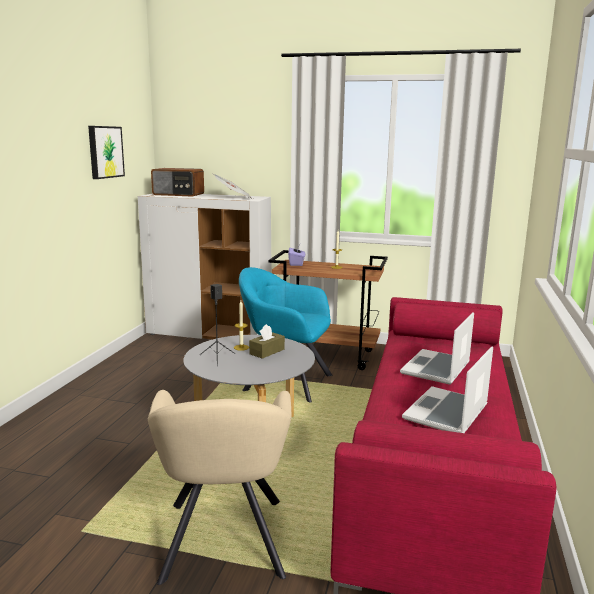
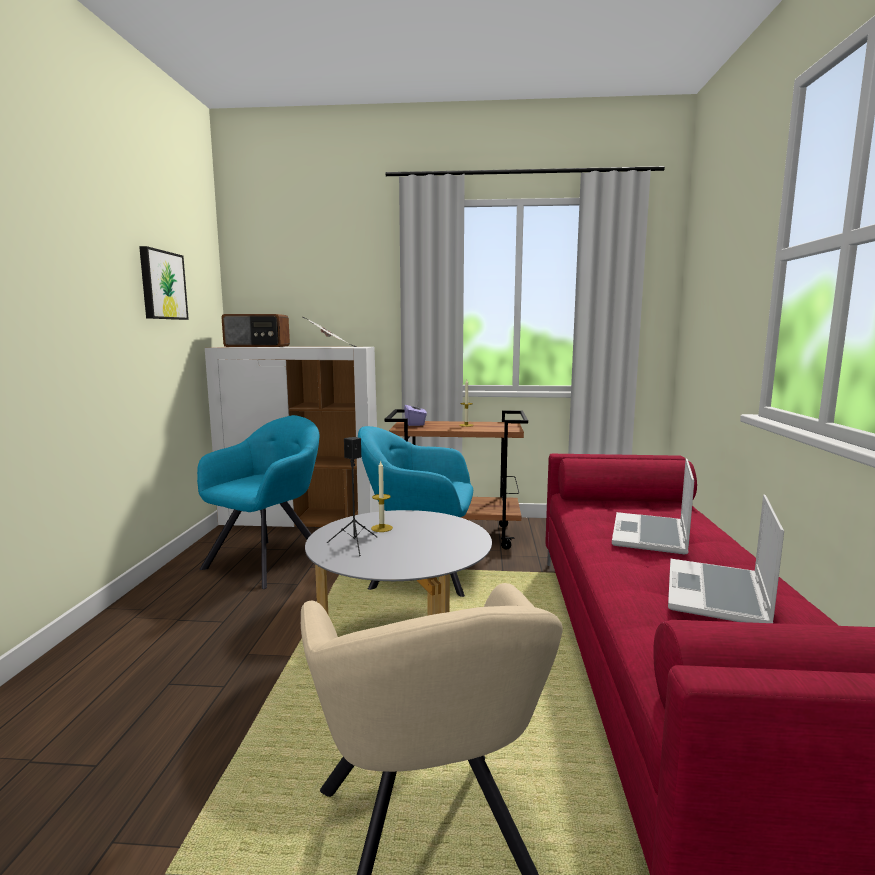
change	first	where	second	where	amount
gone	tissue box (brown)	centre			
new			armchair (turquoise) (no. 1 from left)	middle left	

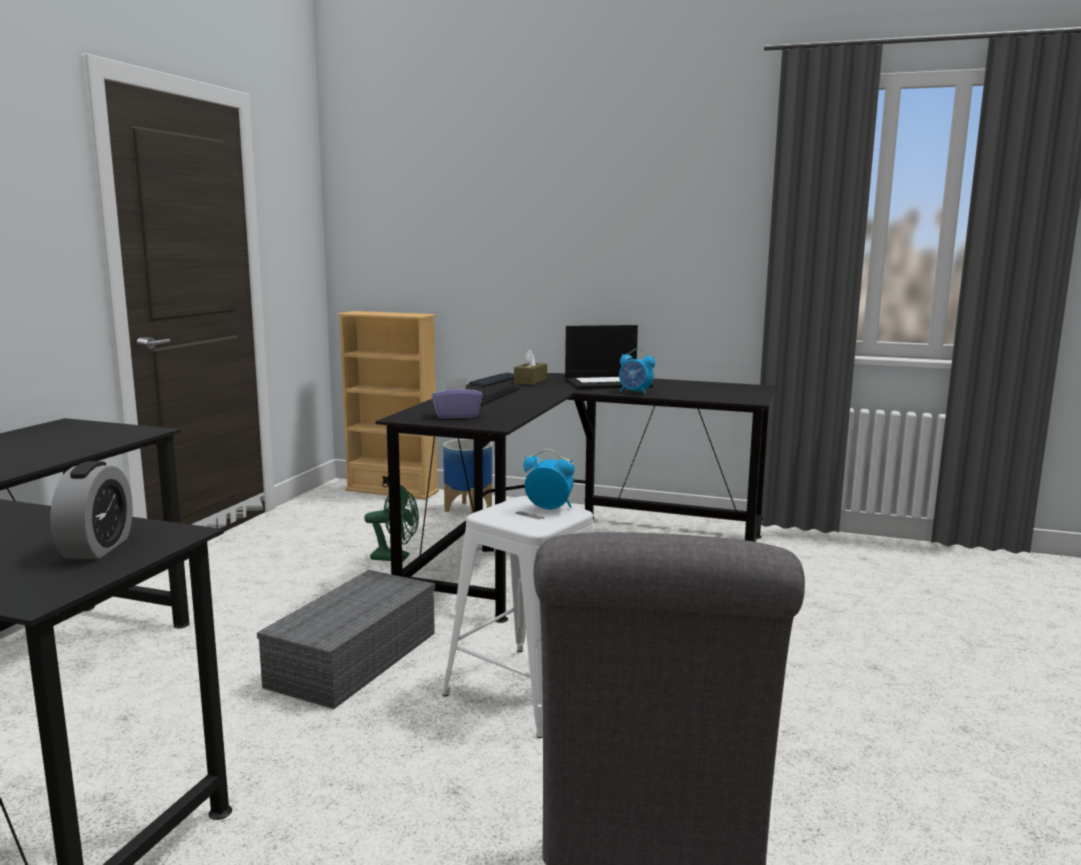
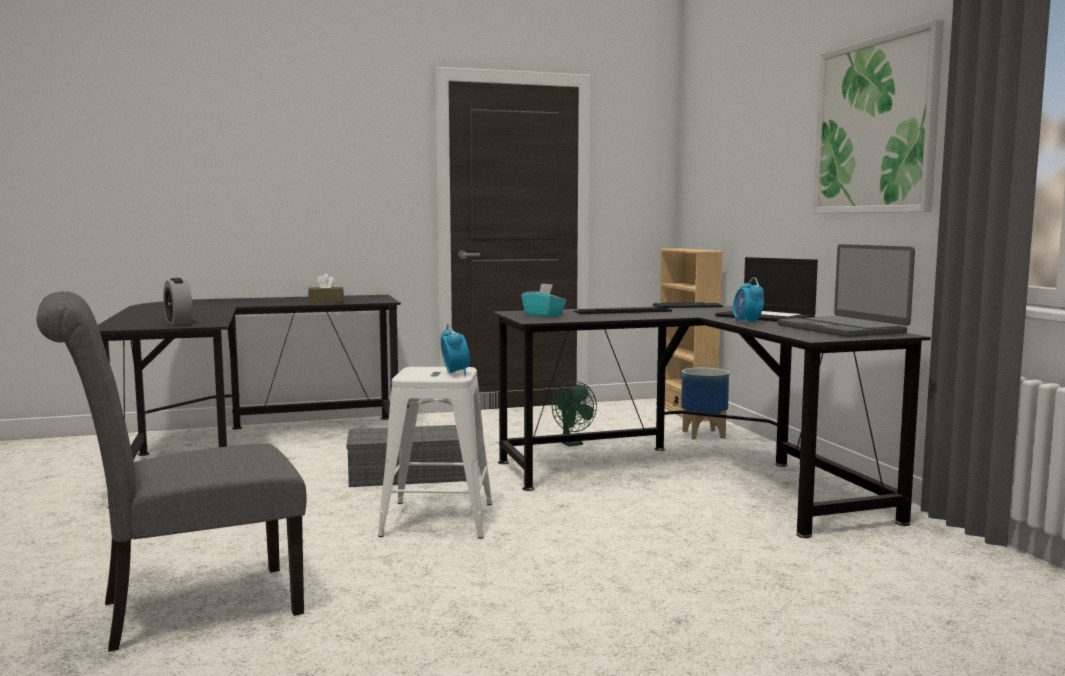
change	first	where	second	where	amount
rotated	alarm clock (no. 1 from left)	middle left		middle left	90 degrees clockwise
repainted	tissue box (purple)	centre	tissue box (turquoise)	centre	
shifted	tissue box (brown)	centre		middle left	
new			laptop (no. 2 from left)	middle right	
new			picture	top right	

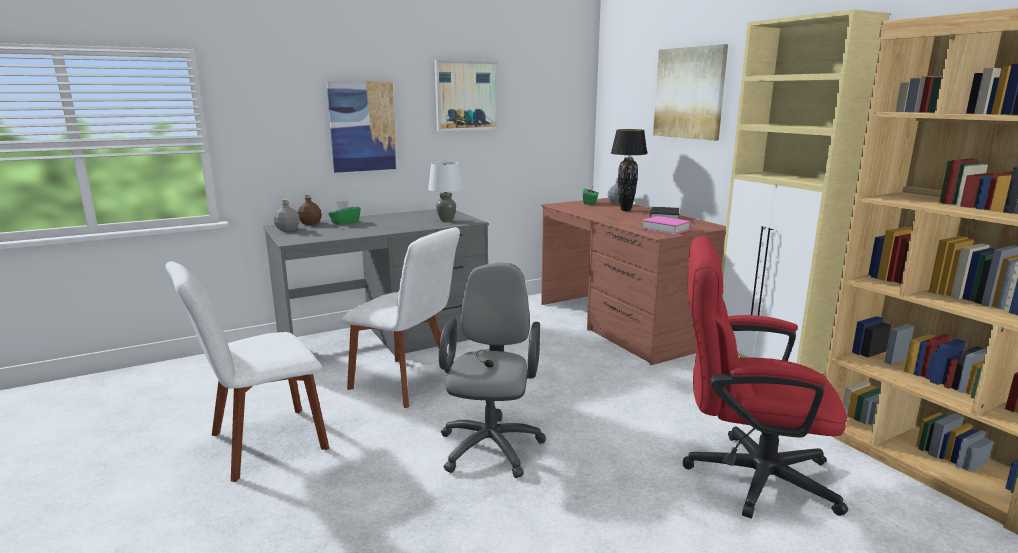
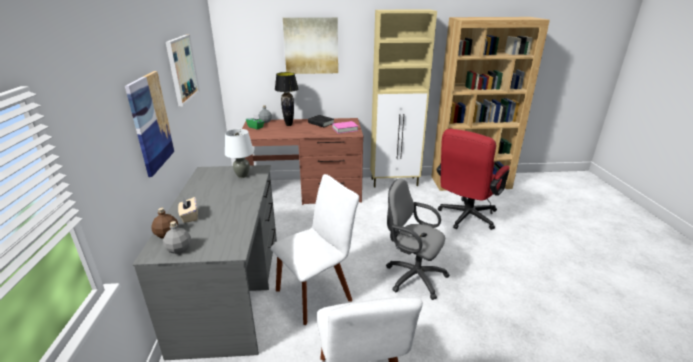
change	first	where	second	where	amount
repainted	tissue box (green) (no. 1 from left)	centre	tissue box (beige)	middle left	

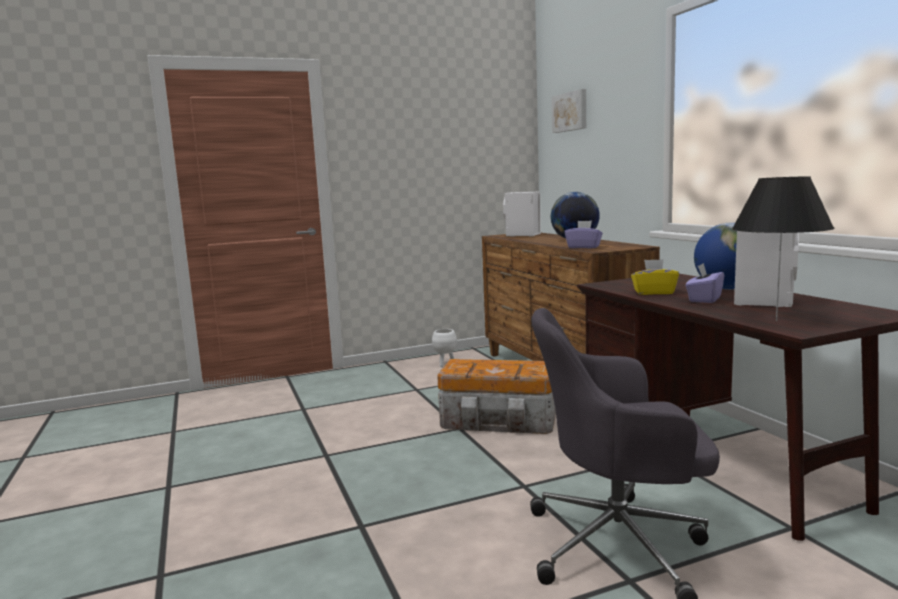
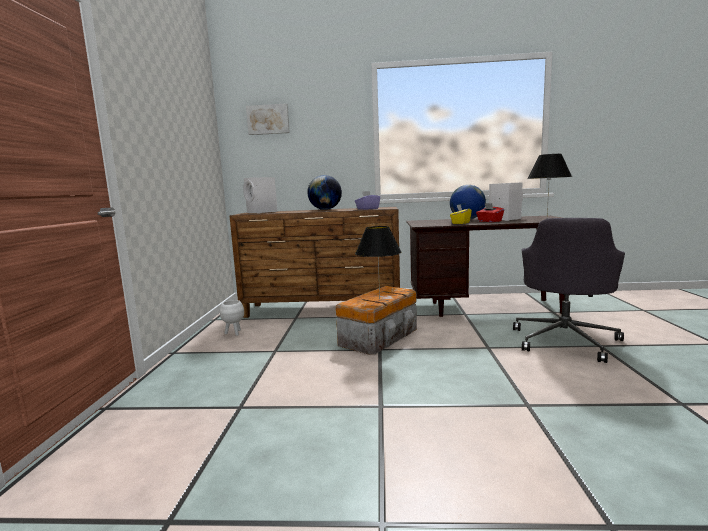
change	first	where	second	where	amount
repainted	tissue box (purple) (no. 2 from left)	middle right	tissue box (red)	middle right	
new			table lamp (black) (no. 1 from left)	centre	

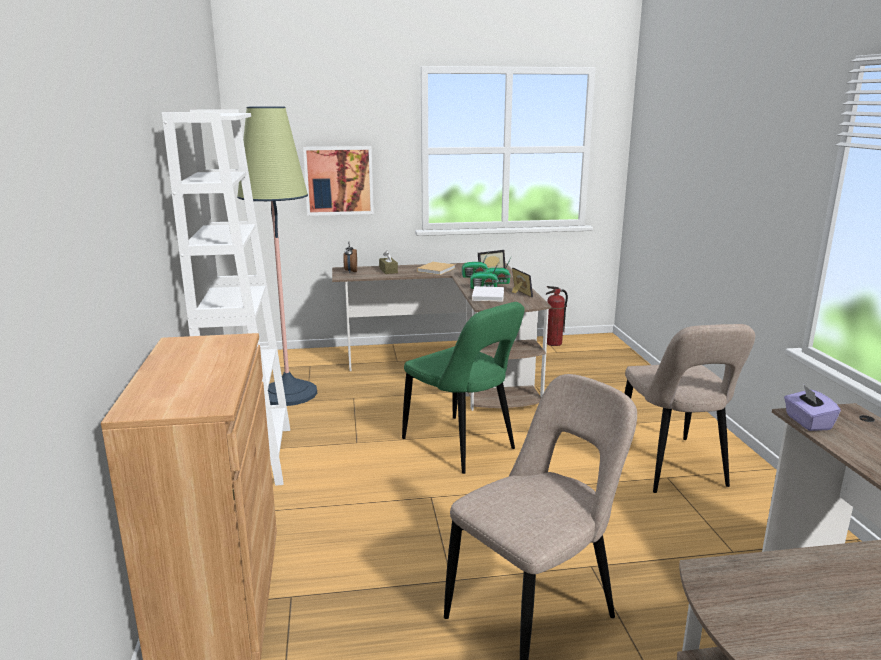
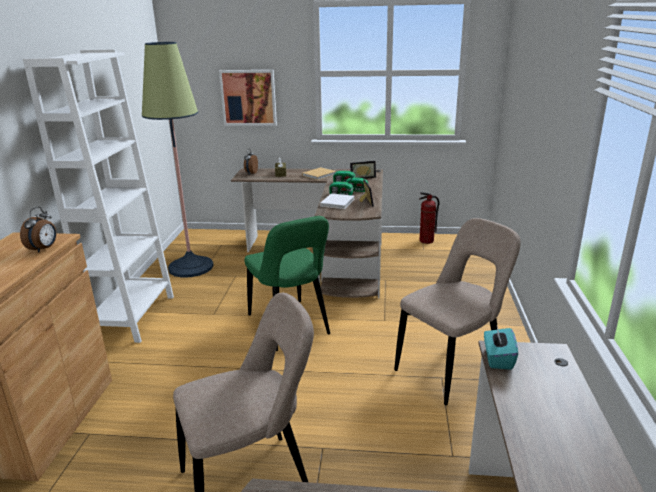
change	first	where	second	where	amount
rotated	chair (beige) (no. 2 from left)	middle right		middle right	135 degrees counterclockwise
repainted	tissue box (purple)	middle right	tissue box (turquoise)	bottom right	
new			alarm clock (no. 1 from left)	middle left	

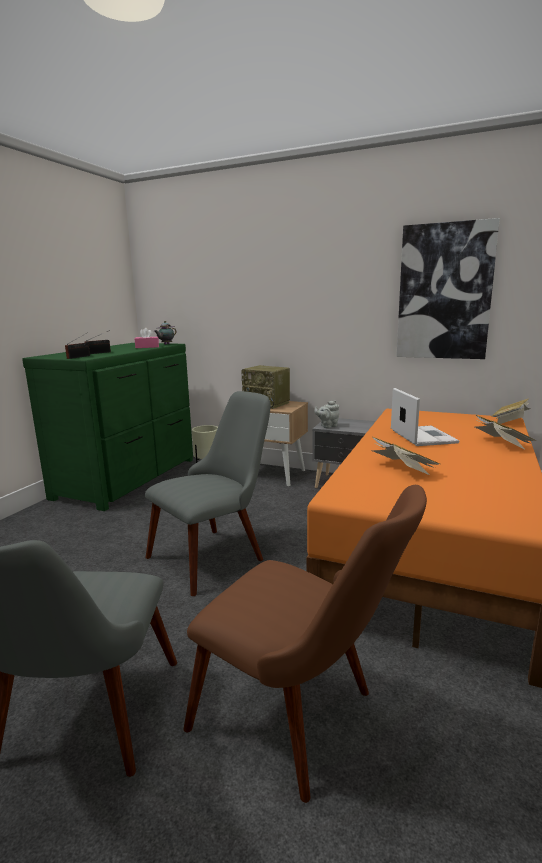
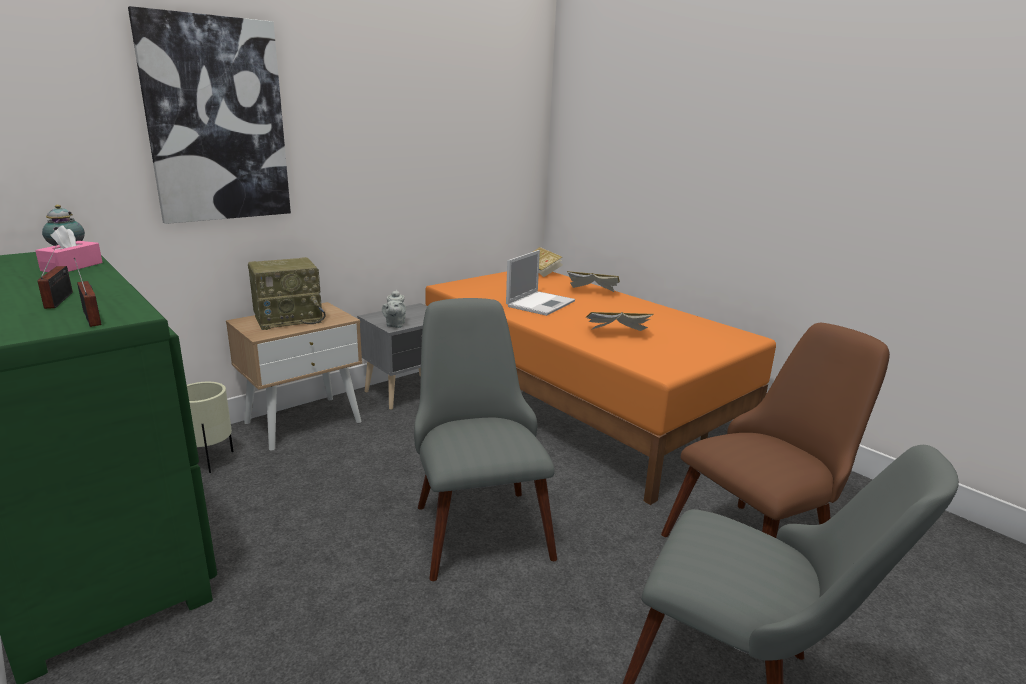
change	first	where	second	where	amount
rotated	laptop	middle right		centre	105 degrees clockwise
shifted	picture	middle right		top left	

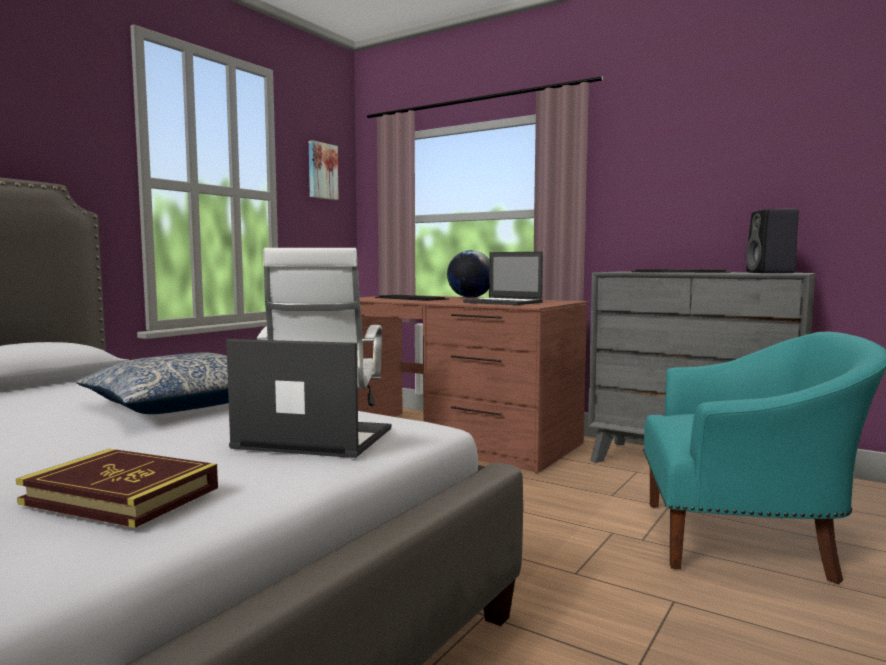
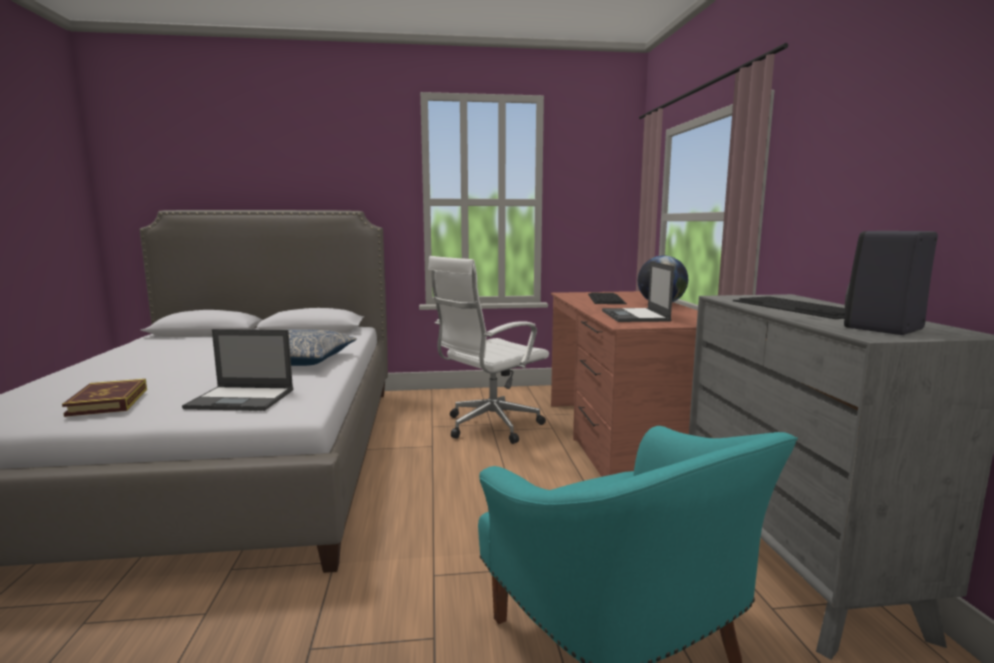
change	first	where	second	where	amount
rotated	laptop (no. 1 from left)	centre		middle left	120 degrees clockwise
gone	picture	top centre			

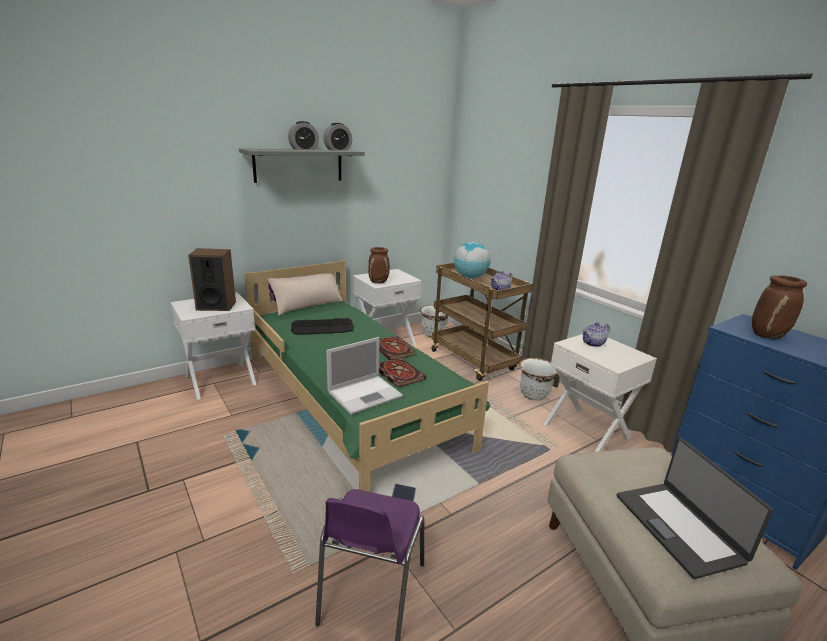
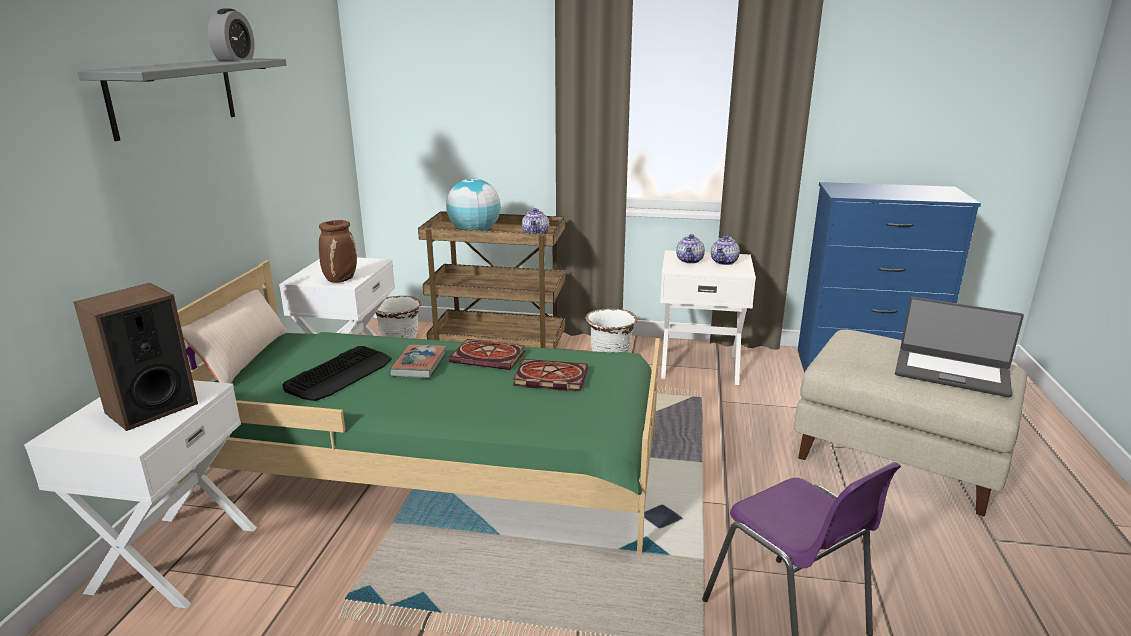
change	first	where	second	where	amount
gone	alarm clock (no. 1 from left)	top centre			
gone	laptop (no. 1 from left)	centre			
gone	vase (brown) (no. 2 from left)	middle right			
new			book (no. 1 from left)	centre	
new			teapot (no. 3 from left)	centre	

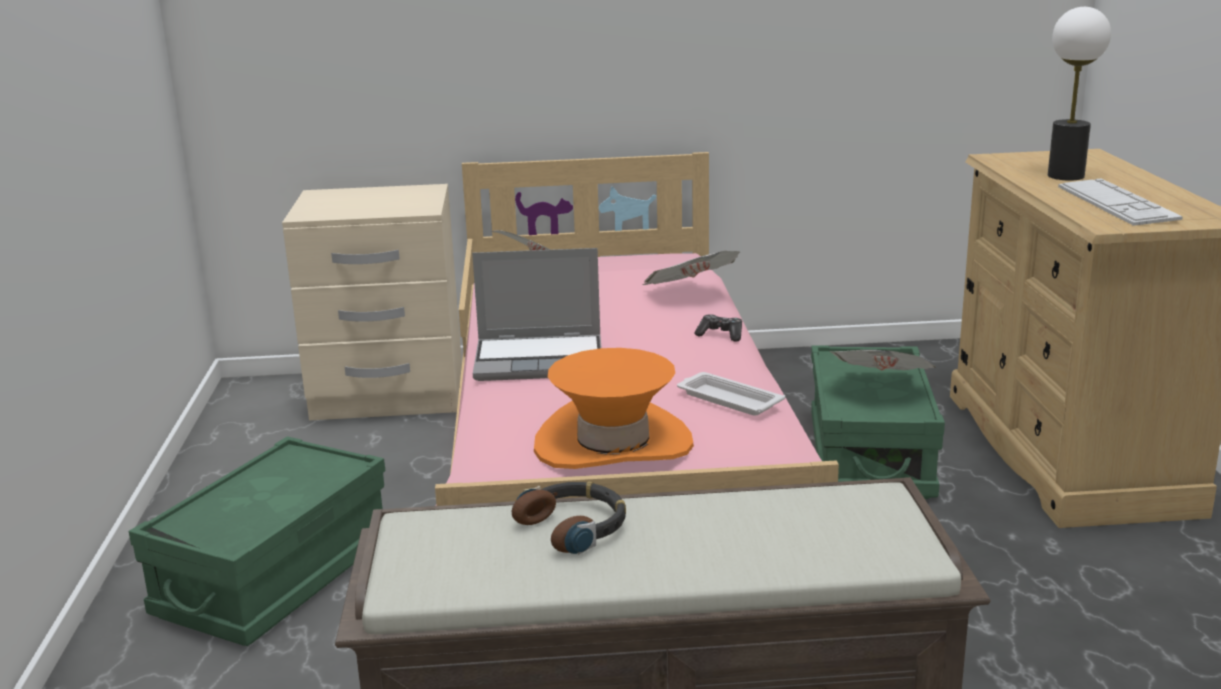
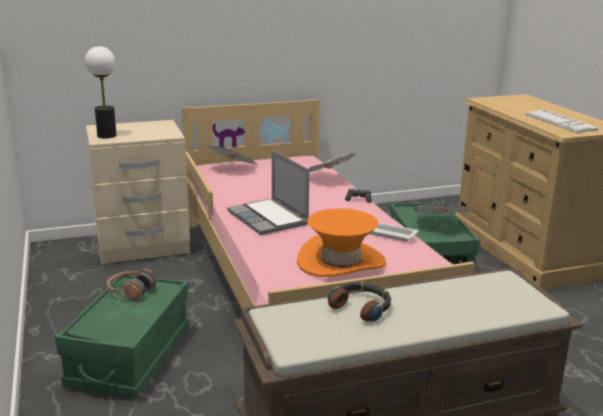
change	first	where	second	where	amount
rotated	laptop	centre		centre	75 degrees clockwise
shifted	table lamp	top right		top left	
new			headphones (no. 1 from left)	bottom left	

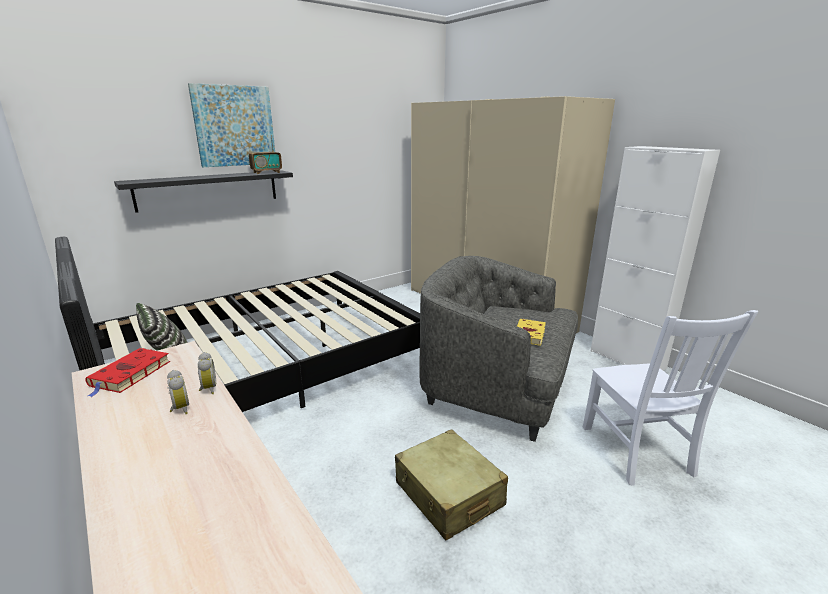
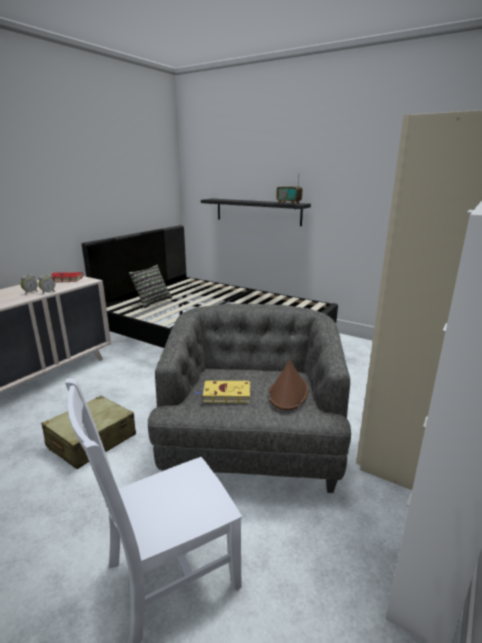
change	first	where	second	where	amount
gone	picture	top left			
new			hat (brown)	centre	

